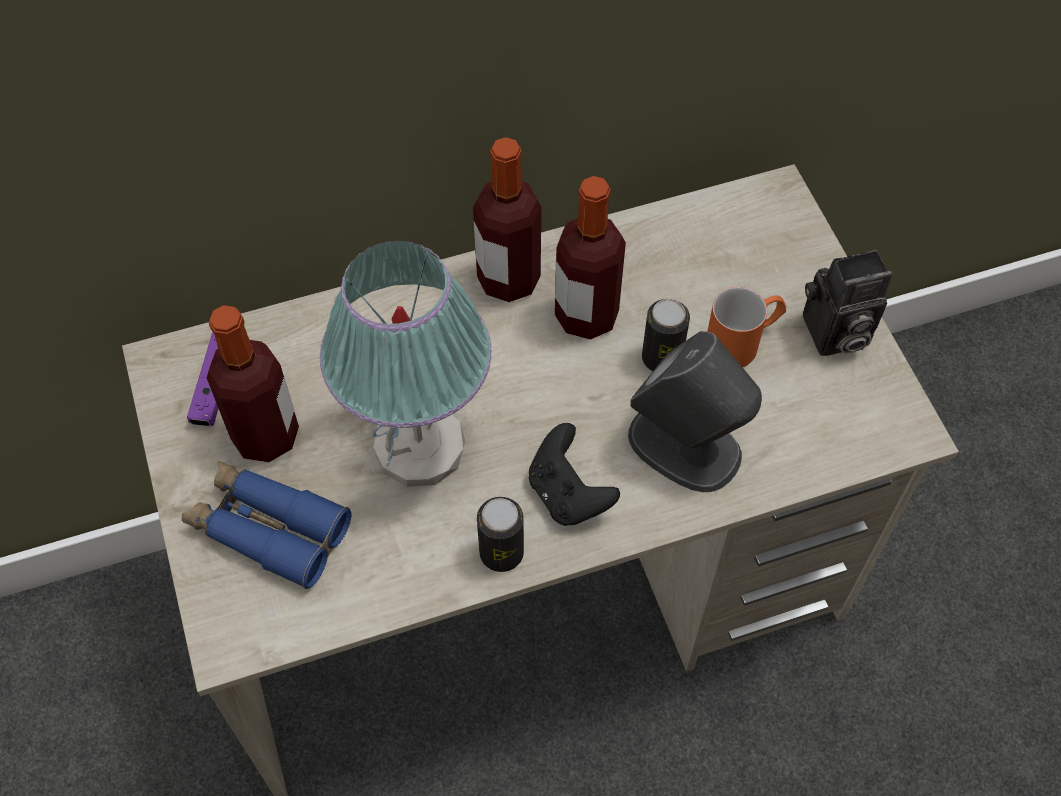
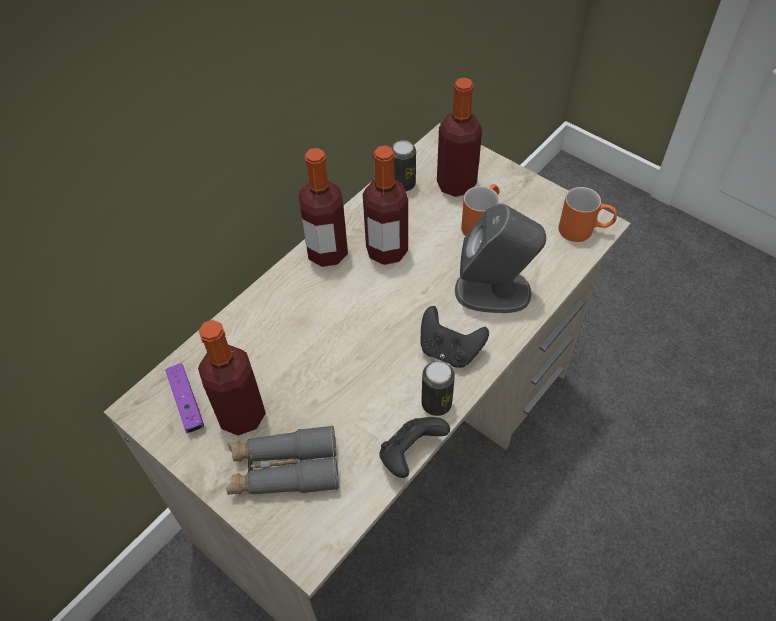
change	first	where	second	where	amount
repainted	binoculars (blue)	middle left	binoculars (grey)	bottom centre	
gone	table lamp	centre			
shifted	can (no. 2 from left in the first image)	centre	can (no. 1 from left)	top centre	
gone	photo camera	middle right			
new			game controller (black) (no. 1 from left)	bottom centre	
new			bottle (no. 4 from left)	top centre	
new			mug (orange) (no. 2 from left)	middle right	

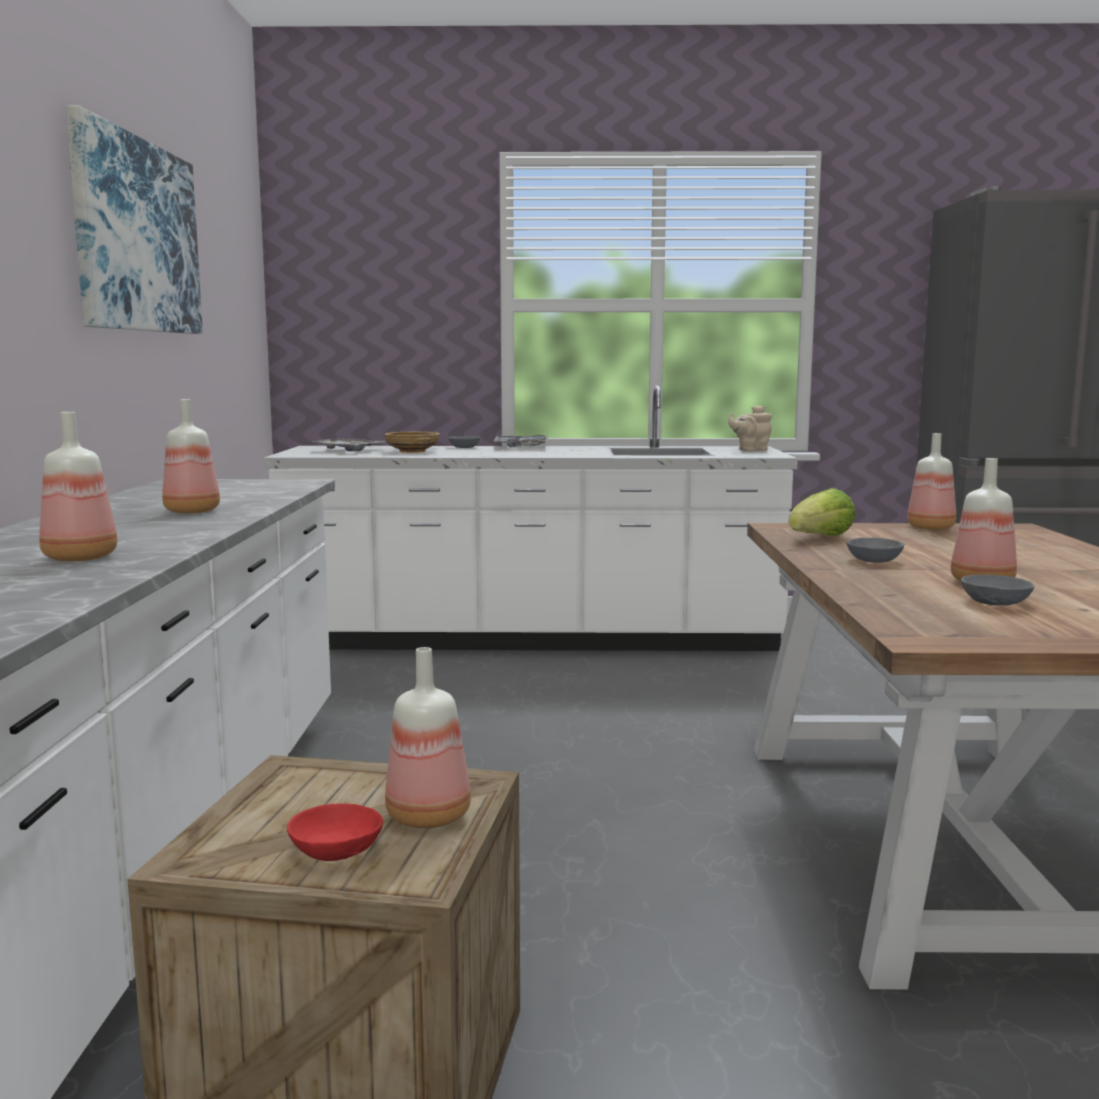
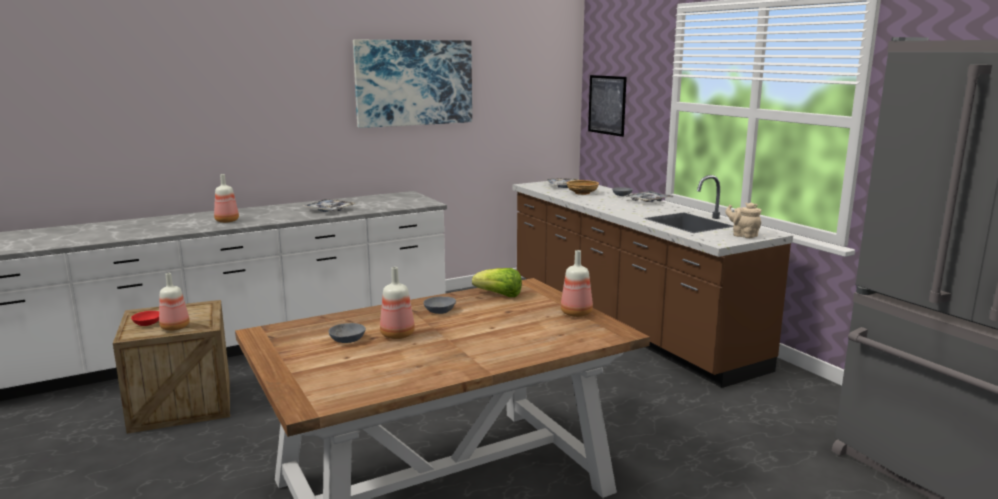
change	first	where	second	where	amount
swapped	bottle (no. 2 from left)	middle left	tray (no. 1 from left)	middle left	
repainted	counter (white) (no. 2 from left)	centre	counter (brown)	centre	
new			picture (no. 2 from left)	top centre	

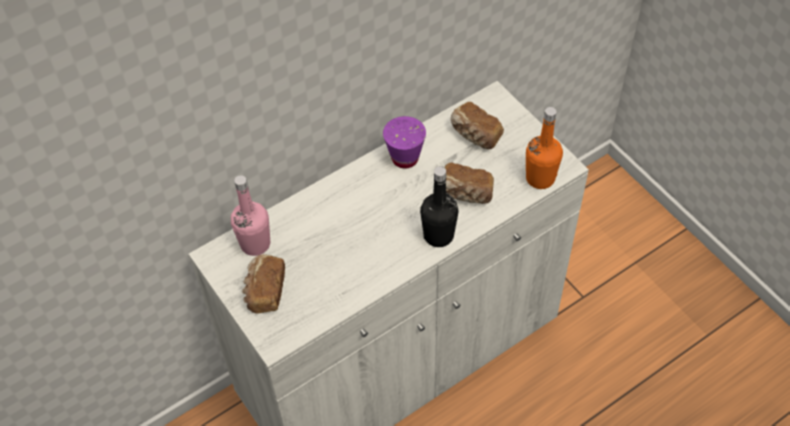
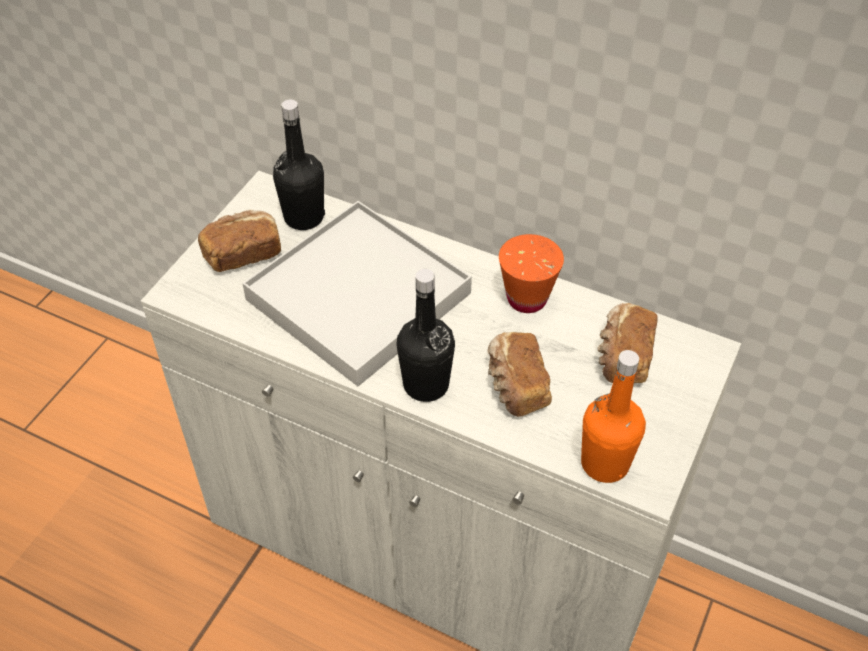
change	first	where	second	where	amount
repainted	bottle (pink)	middle left	bottle (black) (no. 1 from left)	top centre	
repainted	cup (purple)	centre	cup (orange)	centre	
new			tray (white)	centre	

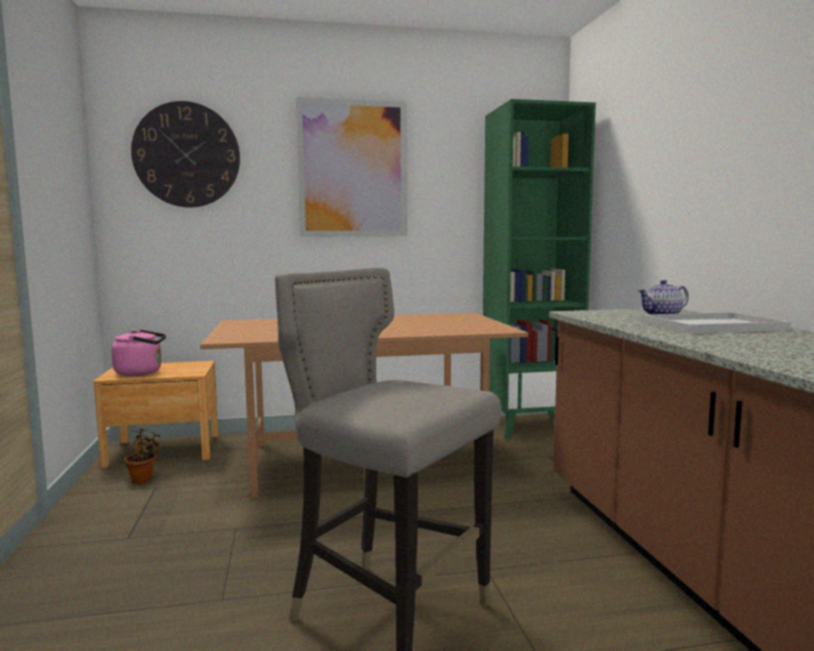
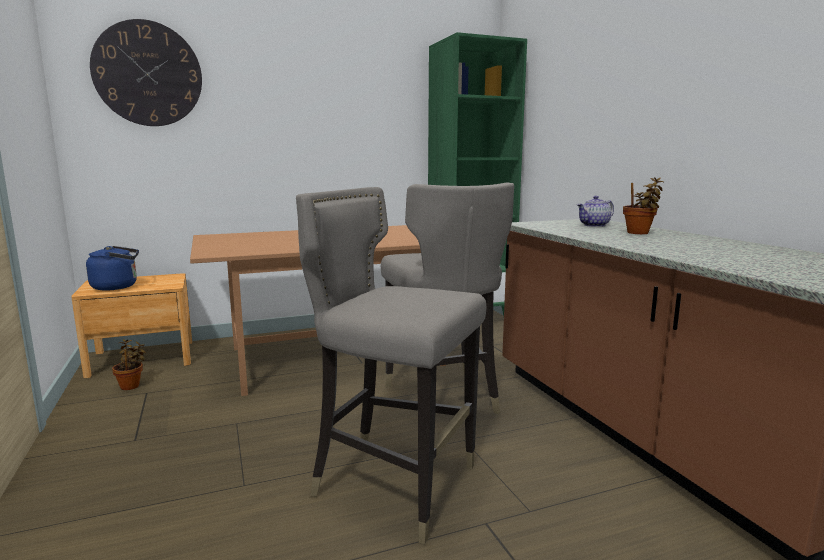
change	first	where	second	where	amount
repainted	kettle (pink)	middle left	kettle (blue)	middle left	
gone	picture	top centre			
swapped	tray (white)	middle right	potted plant (no. 2 from left)	middle right	
new			stool (grey) (no. 2 from left)	centre	

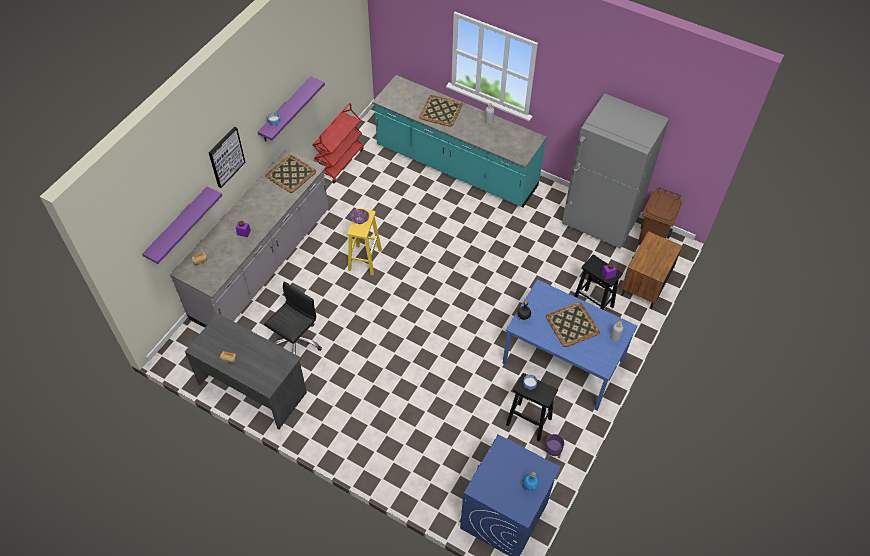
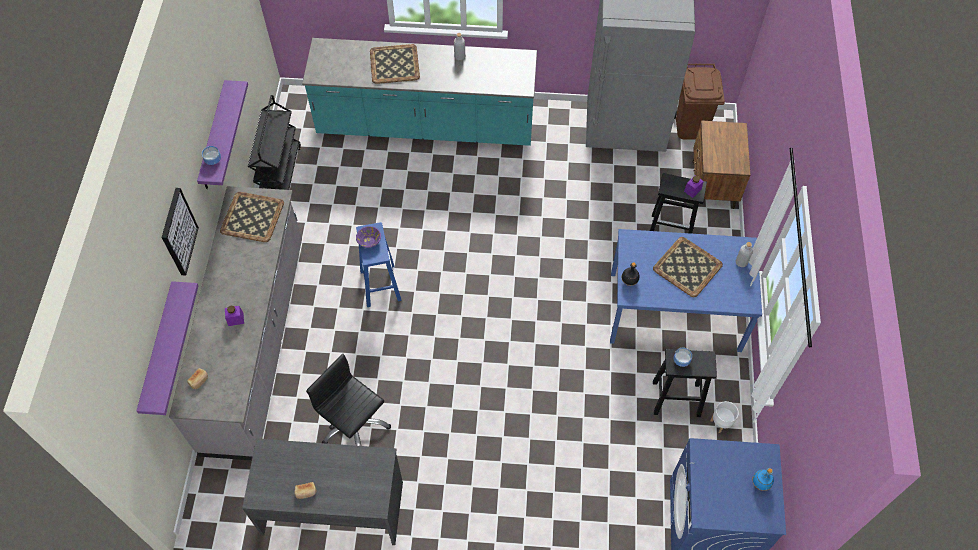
change	first	where	second	where	amount
rotated	office chair (black)	centre		bottom centre	60 degrees counterclockwise
repainted	cart (red)	top centre	cart (black)	top left	
repainted	stool (yellow)	centre	stool (blue)	centre	
repainted	planter (purple)	bottom centre	planter (white)	bottom right	

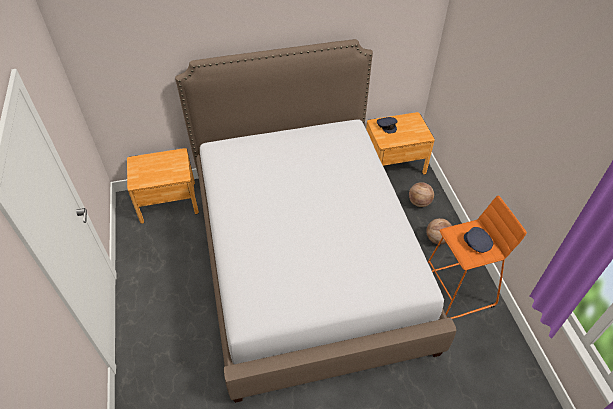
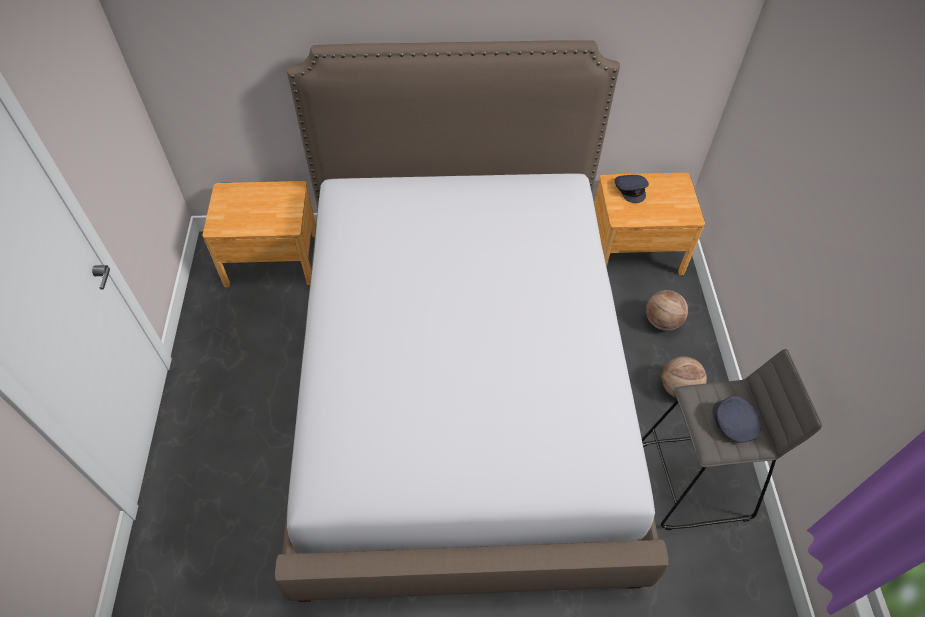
change	first	where	second	where	amount
repainted	stool (orange)	middle right	stool (grey)	bottom right	

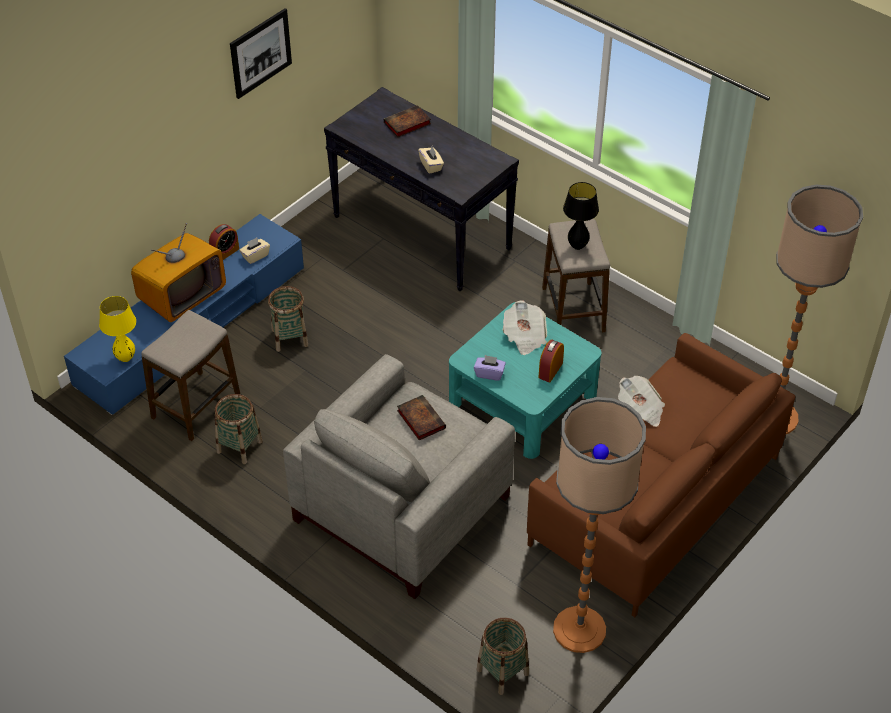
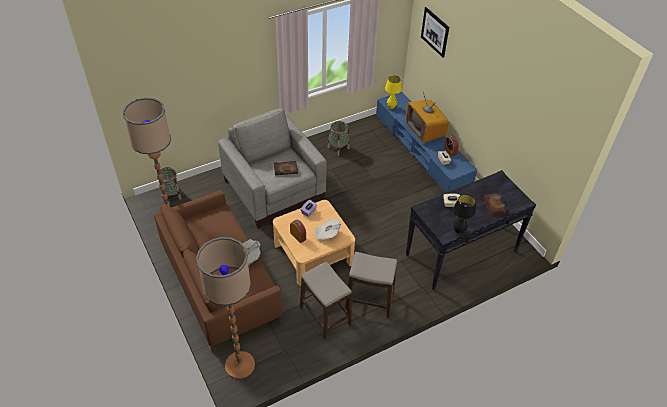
change	first	where	second	where	amount
shifted	stool (no. 1 from left)	middle left		bottom centre	
shifted	picture	top left		top centre	
gone	basket (no. 2 from left)	middle left			
repainted	coffee table (turquoise)	centre	coffee table (beige)	centre	
shifted	table lamp (black)	top centre		middle right	

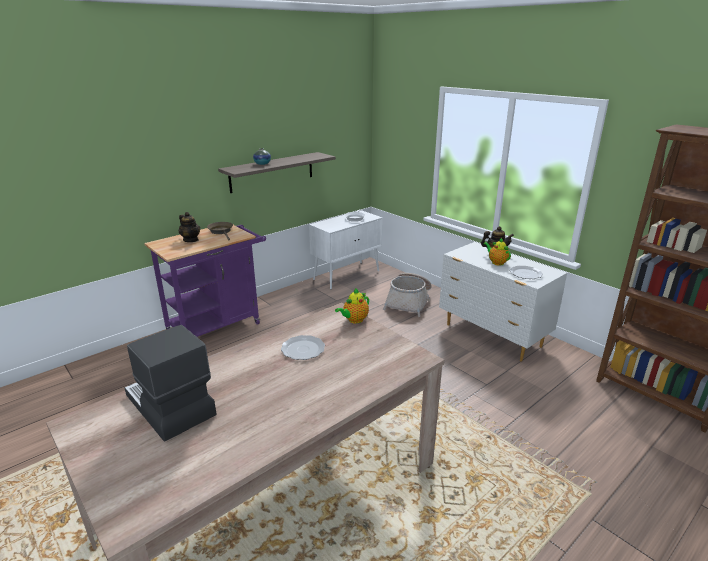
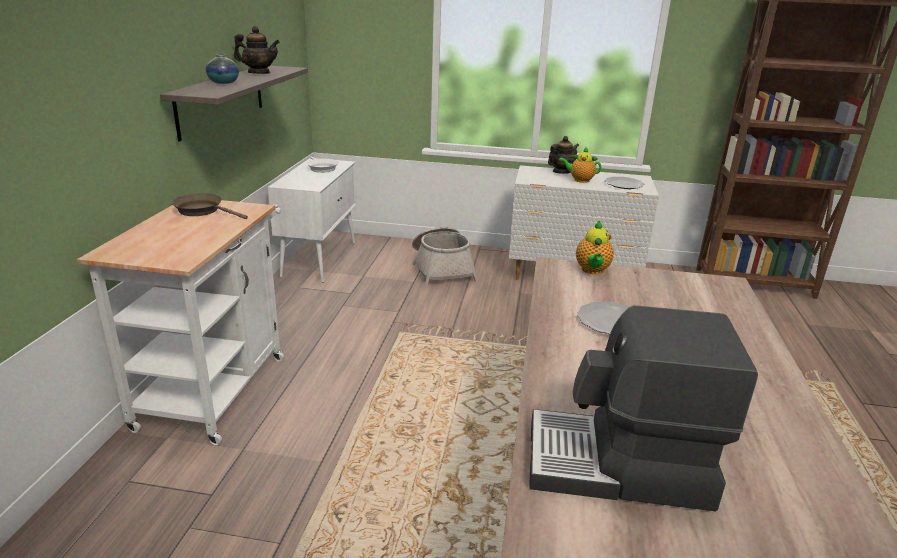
change	first	where	second	where	amount
repainted	cart (purple)	middle left	cart (white)	middle left	
shifted	teapot (no. 1 from left)	middle left		top left	

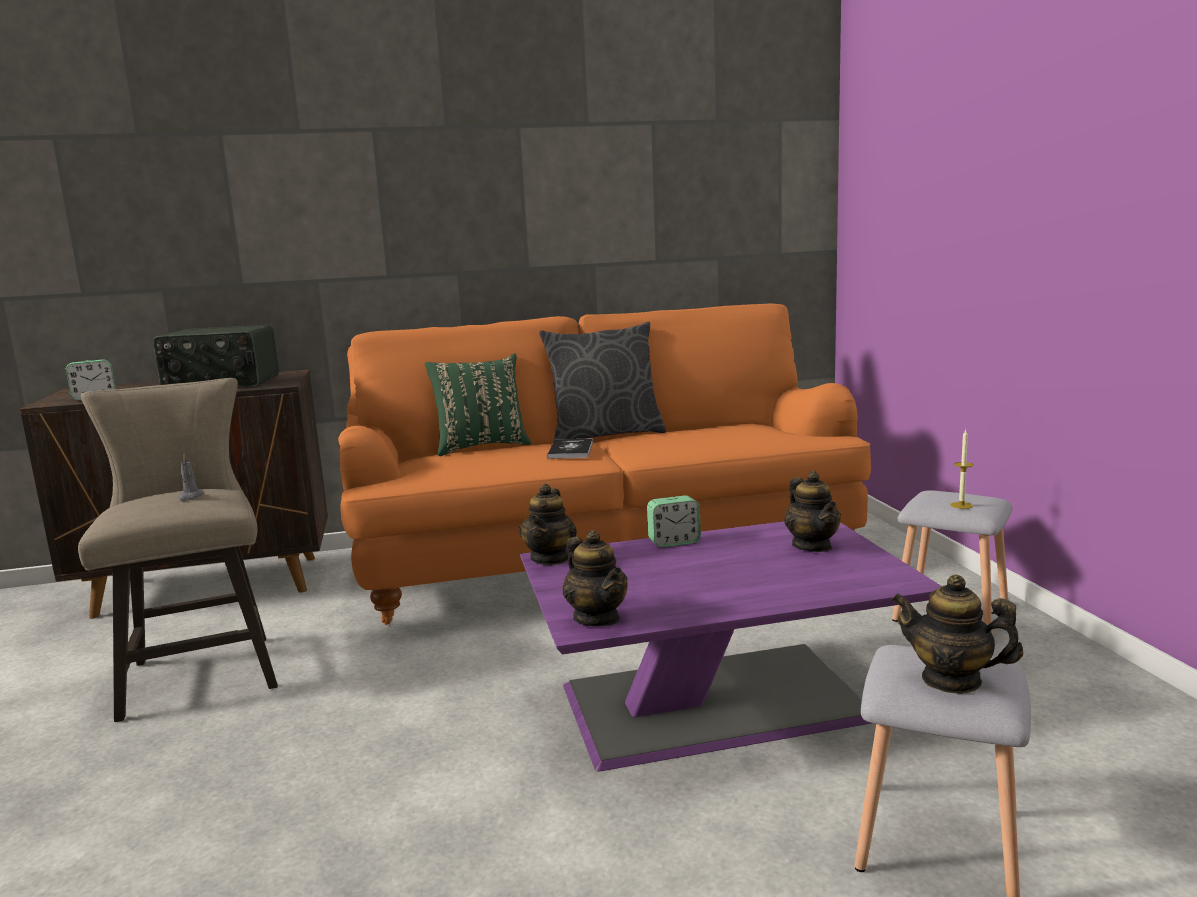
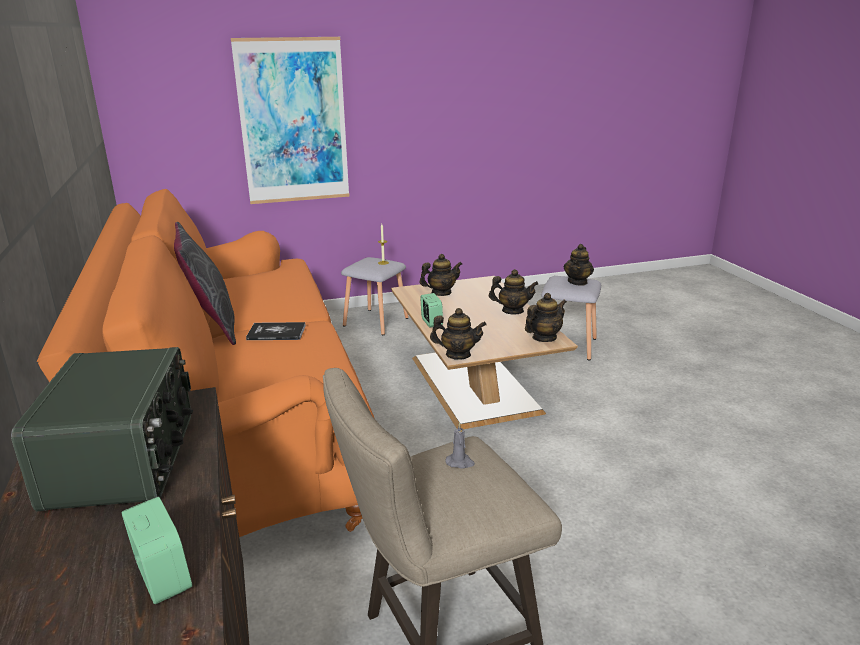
change	first	where	second	where	amount
gone	pillow (green)	centre			
repainted	coffee table (purple)	bottom centre	coffee table (brown)	centre	
new			picture	top centre	
new			teapot (no. 3 from left)	centre	

